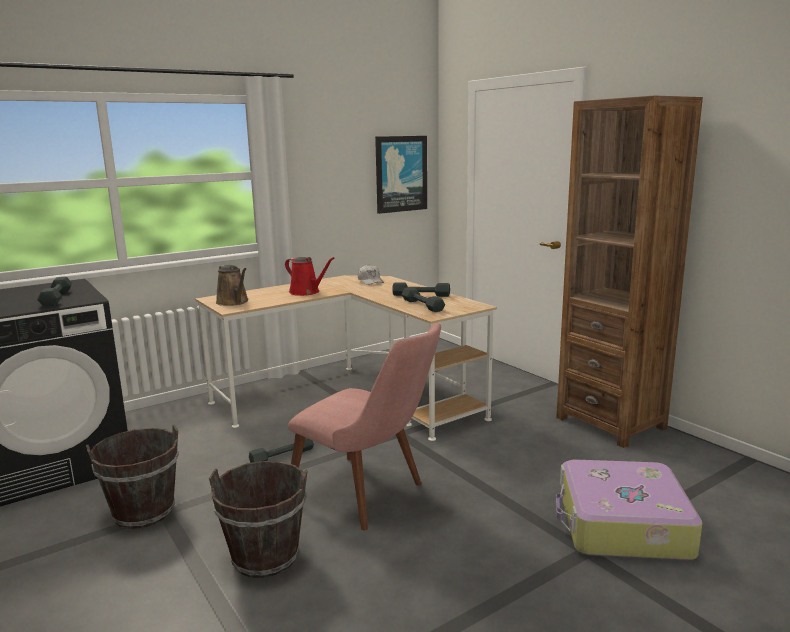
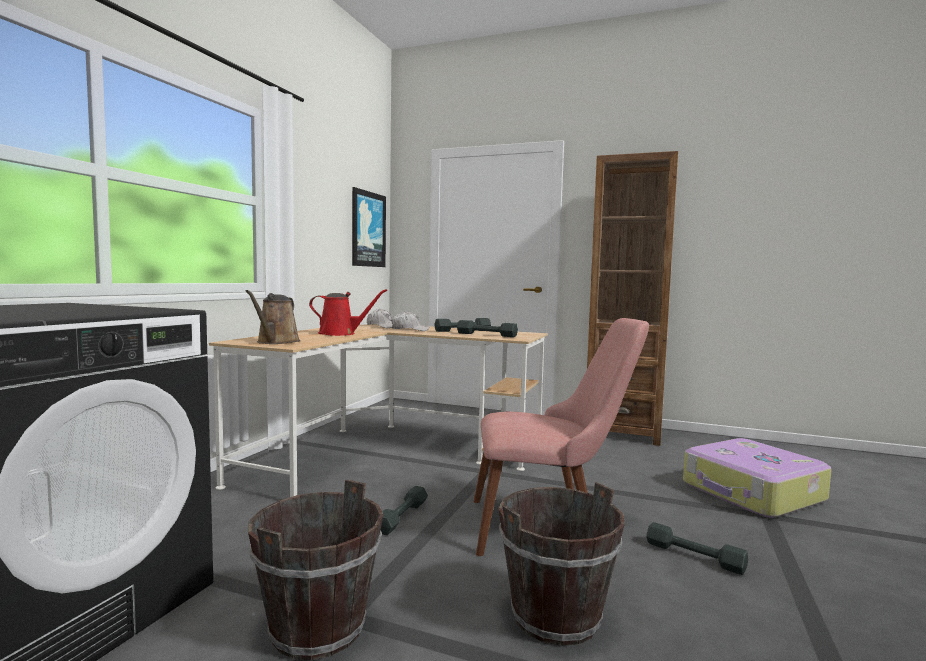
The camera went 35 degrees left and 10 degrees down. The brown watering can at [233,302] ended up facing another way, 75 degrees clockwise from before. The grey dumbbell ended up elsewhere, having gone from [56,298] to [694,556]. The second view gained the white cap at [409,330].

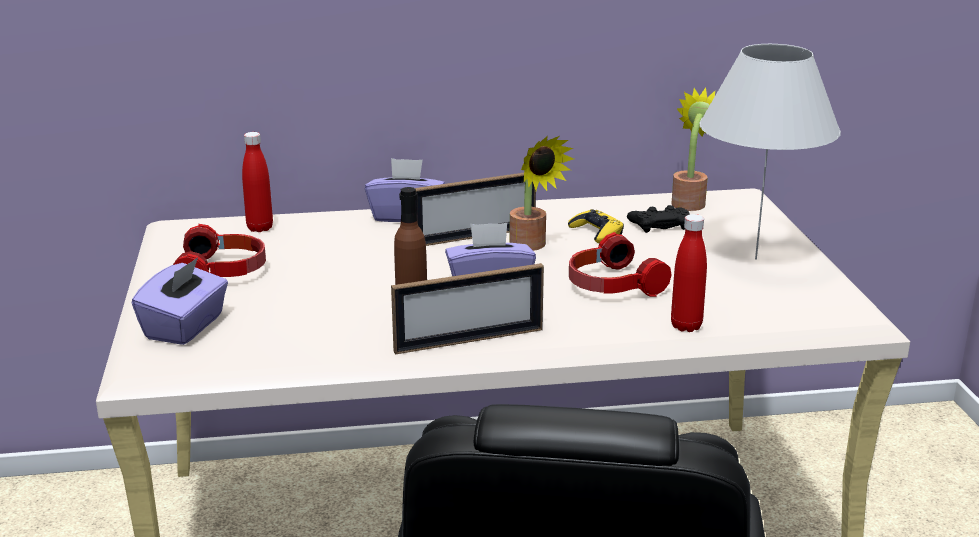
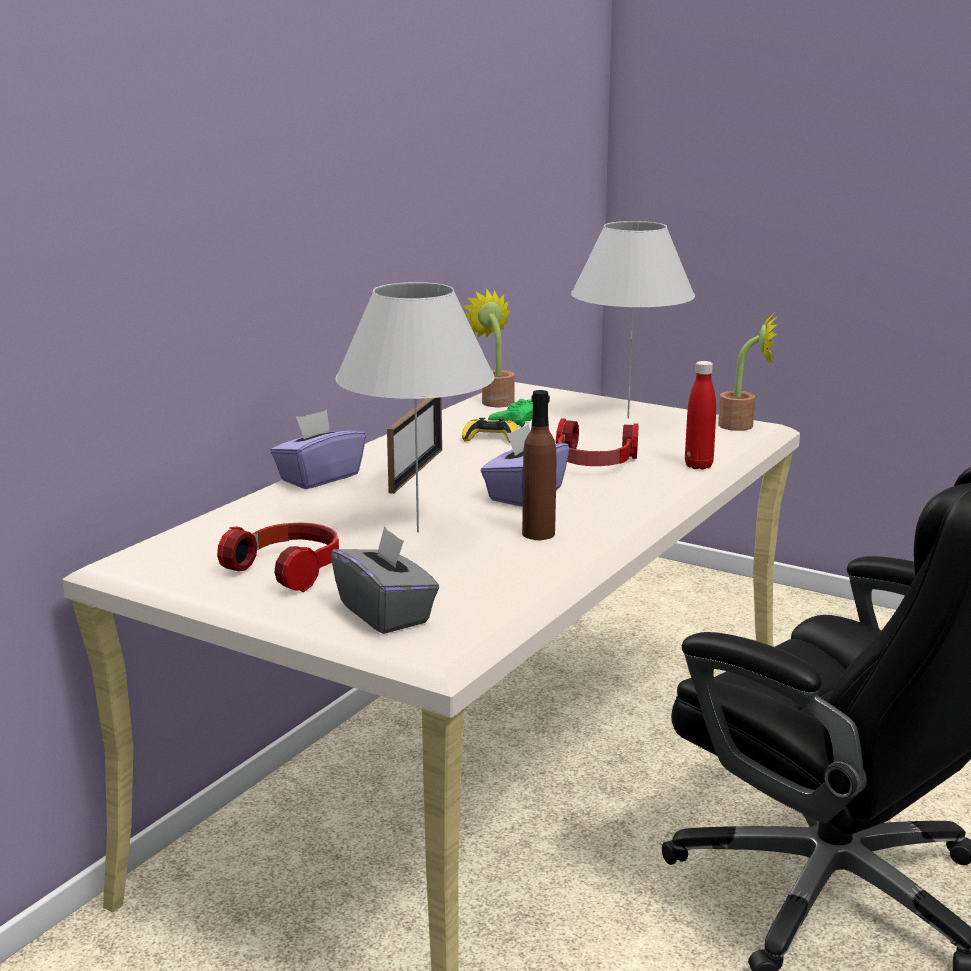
The camera went 50 degrees left and 5 degrees down. The second view lost the red bottle at [260,228]. The potted plant ended up elsewhere, having gone from [532,246] to [743,426]. What was the black game controller at [659,224] turned into the green game controller at [516,420]. What was the purple tissue box at [185,327] turned into the grey tissue box at [386,613]. The second view lost the picture frame at [469,340]. The second view gained the white table lamp at [417,531].

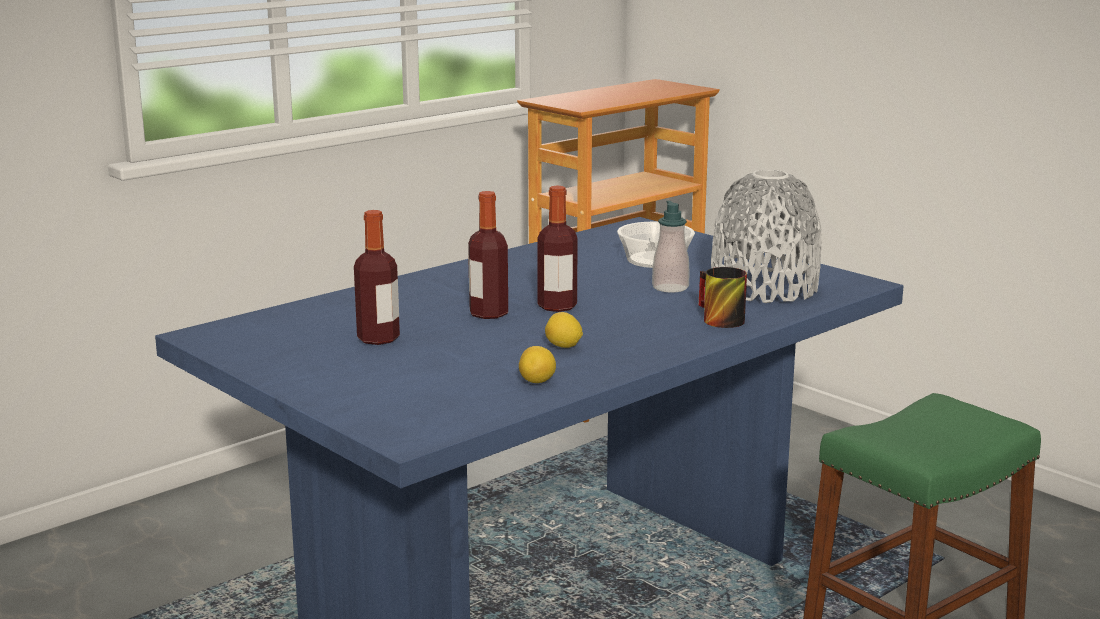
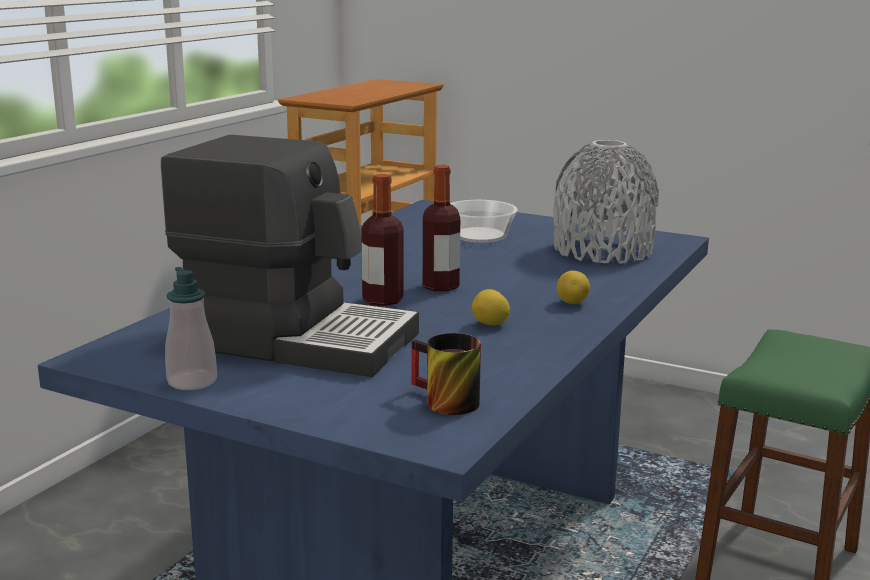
The camera went 20 degrees left and 0 degrees up. The soap dispenser ended up elsewhere, having gone from [670,287] to [192,382]. Where the bottle stood at [378,339], the coffee machine came to stand at [297,338]. The mug ended up elsewhere, having gone from [716,319] to [442,402]. The lemon ended up elsewhere, having gone from [537,382] to [572,303].

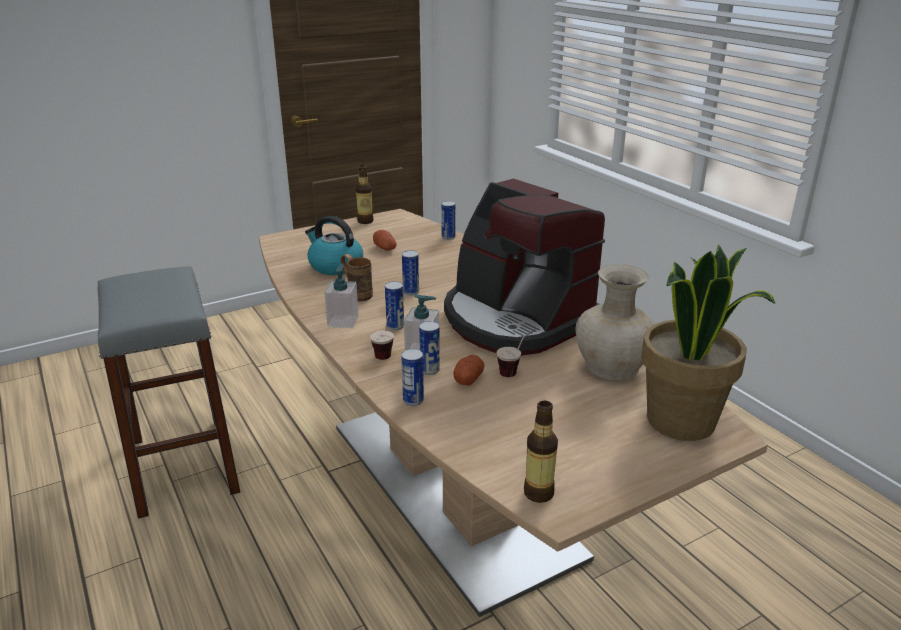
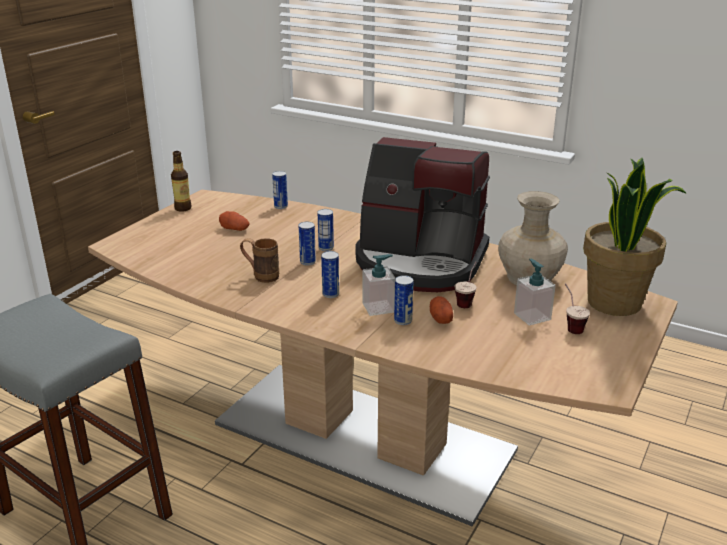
The camera went 30 degrees left and 0 degrees up. The second view lost the kettle at [335,266]. The soap dispenser ended up elsewhere, having gone from [343,321] to [532,316]. The cup ended up elsewhere, having gone from [386,351] to [570,326]. The can ended up elsewhere, having gone from [413,400] to [326,248]. The second view lost the bottle at [538,493].

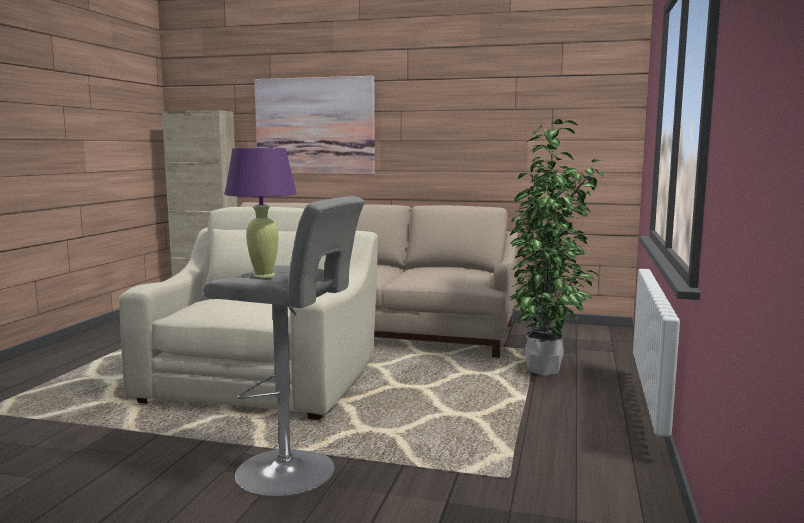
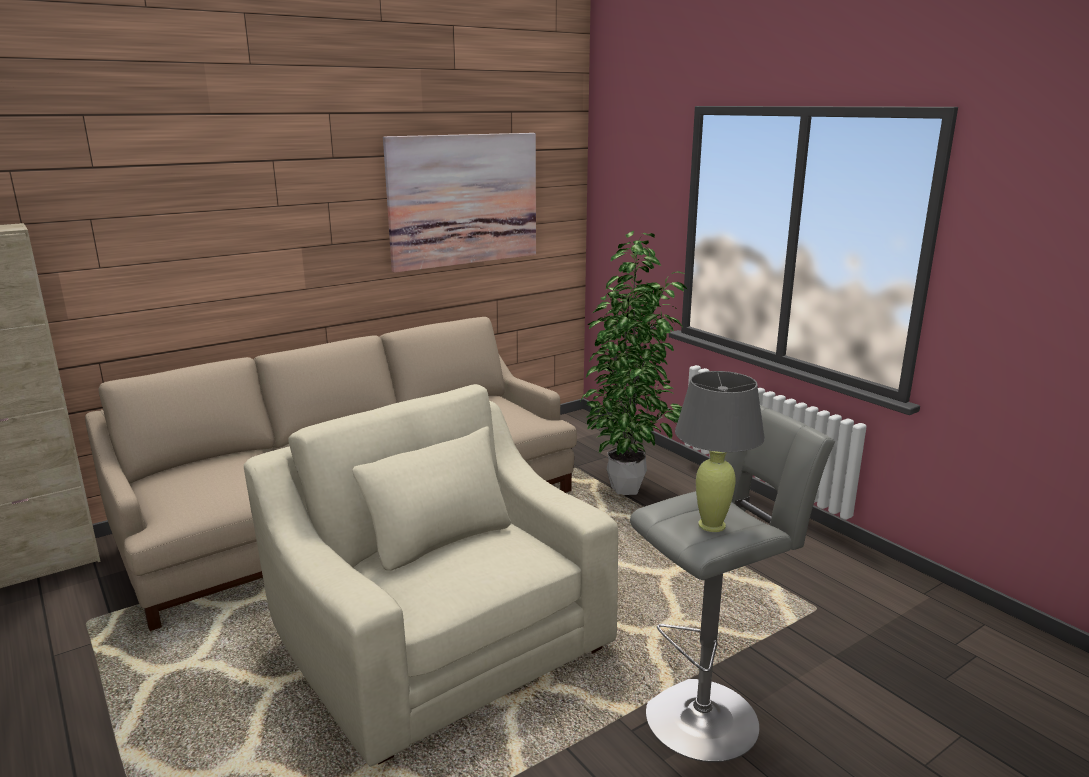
The camera went 50 degrees left and 10 degrees up. The picture ended up elsewhere, having gone from [315,126] to [464,200]. What was the purple table lamp at [263,276] turned into the grey table lamp at [712,525].

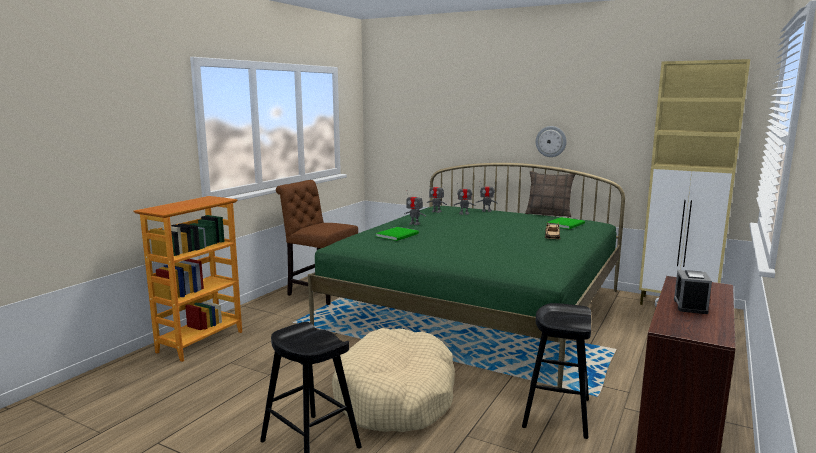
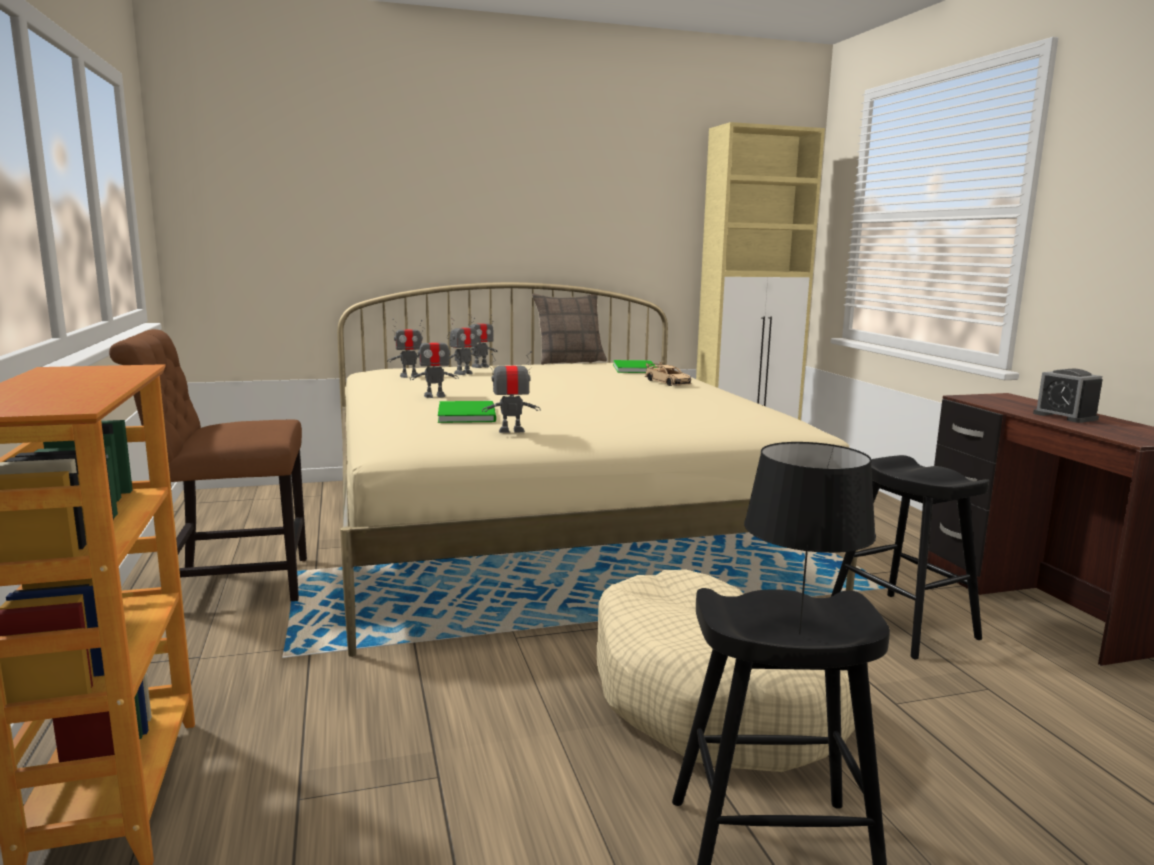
The camera went 45 degrees left and 0 degrees up. The second view lost the wall clock at [551,141]. What was the green bed at [477,308] turned into the beige bed at [553,529]. The second view gained the toy robot at [511,431]. The second view gained the black table lamp at [798,635].

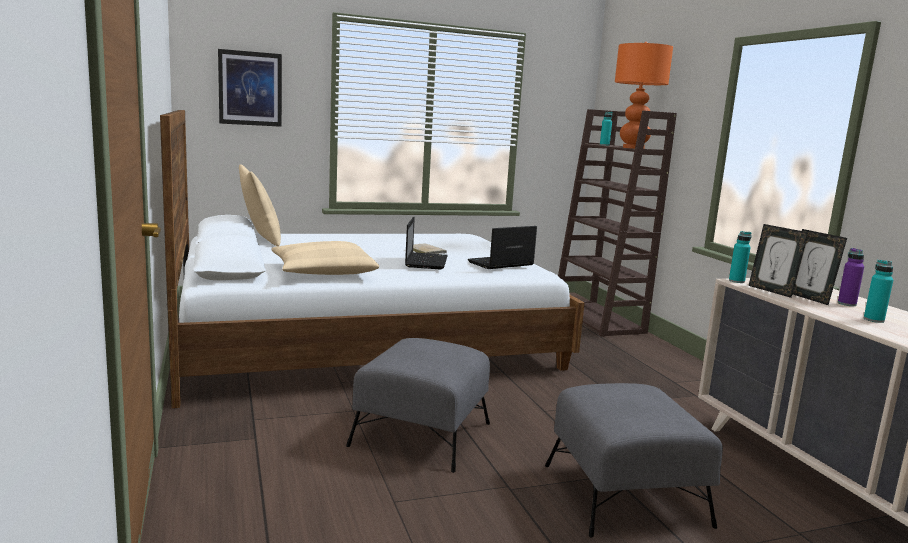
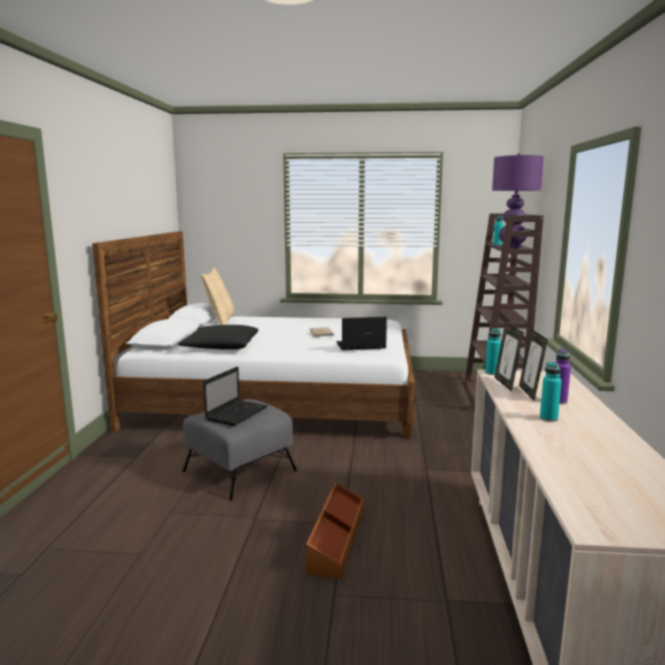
The camera went 25 degrees right and 0 degrees up. What was the orange table lamp at [633,148] turned into the purple table lamp at [512,247]. The second view lost the picture at [250,88]. The laptop ended up elsewhere, having gone from [426,261] to [237,413]. What was the beige pillow at [323,271] turned into the black pillow at [220,346]. Where the grey ottoman stood at [625,493], the brown storage box came to stand at [335,539].

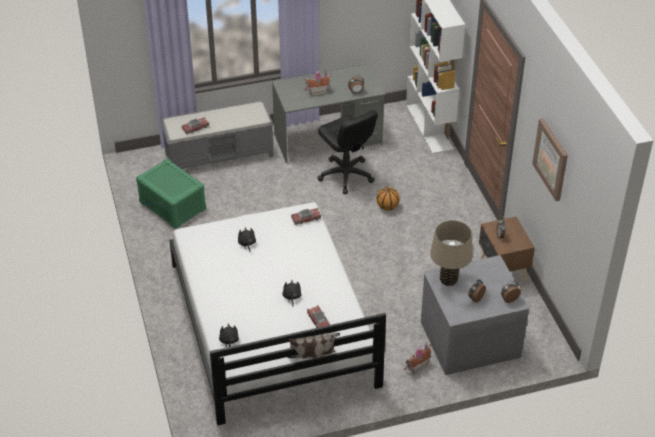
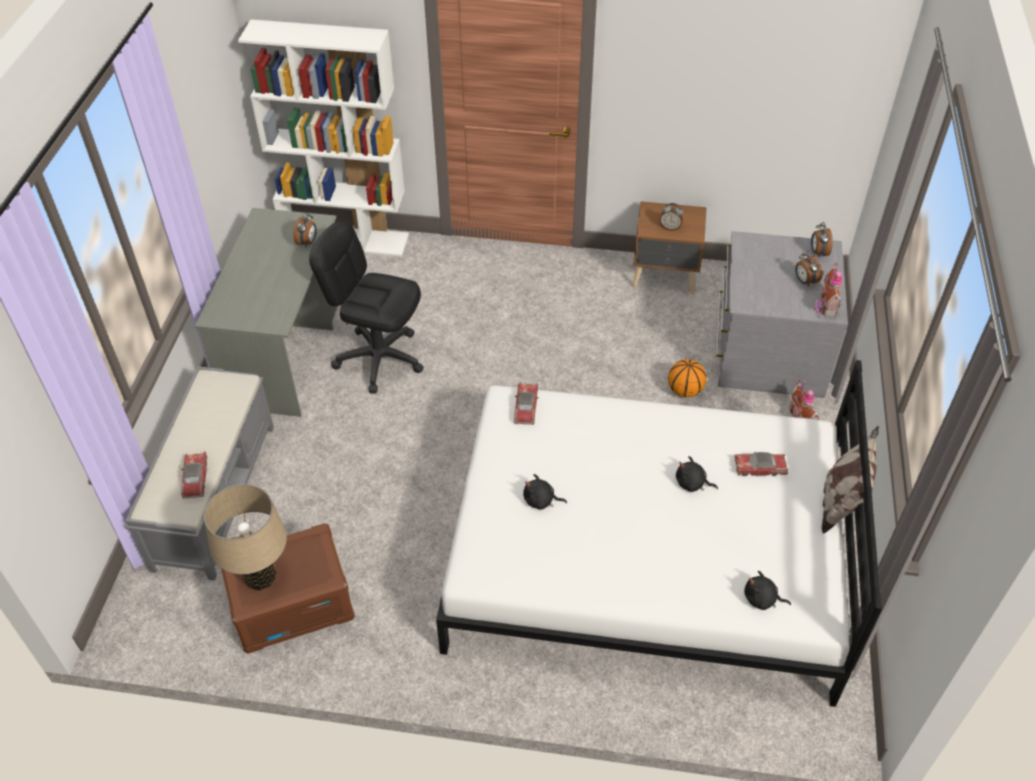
The camera went 65 degrees left and 5 degrees up. The toy house ended up elsewhere, having gone from [317,91] to [825,306]. The black office chair at [346,175] ended up facing another way, 150 degrees counterclockwise from before. The second view lost the picture at [551,159]. What was the green storage box at [173,206] turned into the brown storage box at [292,604]. The basketball ended up elsewhere, having gone from [387,207] to [685,391]. The beige table lamp ended up elsewhere, having gone from [448,280] to [260,578].

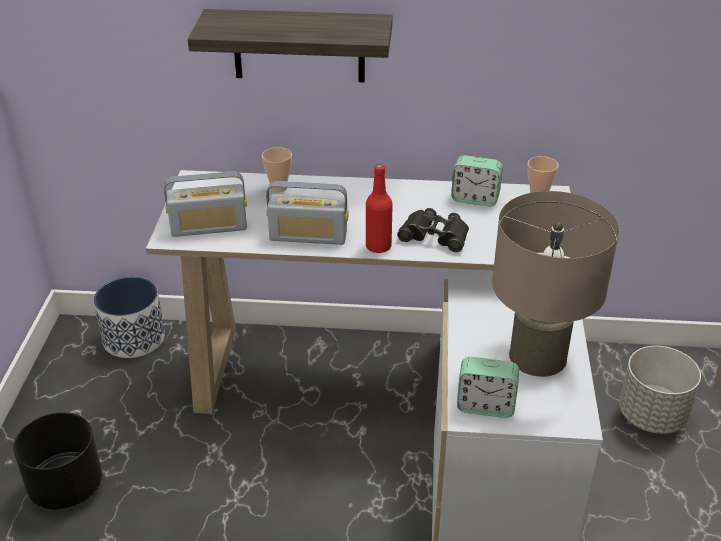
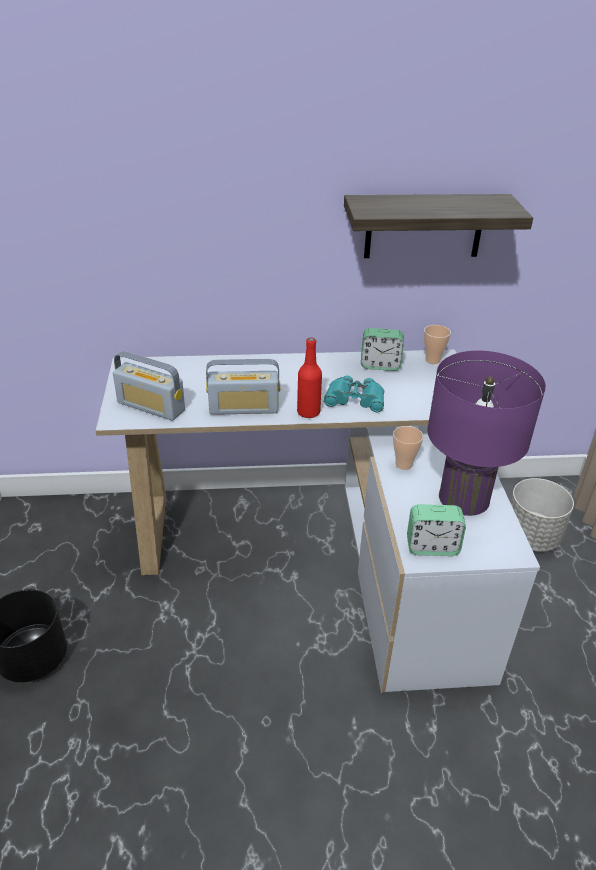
The camera went 10 degrees left and 0 degrees up. The shelf ended up elsewhere, having gone from [299,46] to [424,226]. The cup ended up elsewhere, having gone from [278,187] to [403,464]. The radio at [209,227] ended up facing another way, 45 degrees clockwise from before. What was the beige table lamp at [537,356] turned into the purple table lamp at [464,498]. What was the black binoculars at [434,235] turned into the turquoise binoculars at [355,399]. The second view lost the planter at [134,338].

